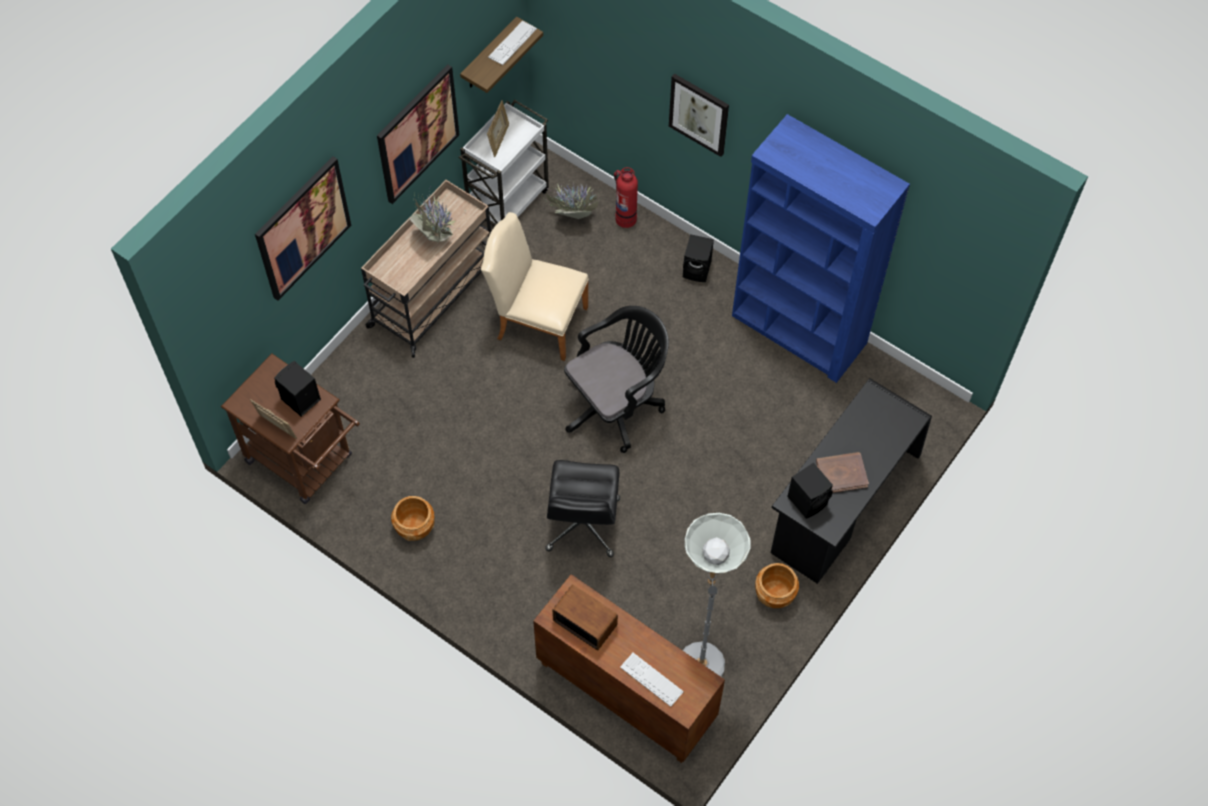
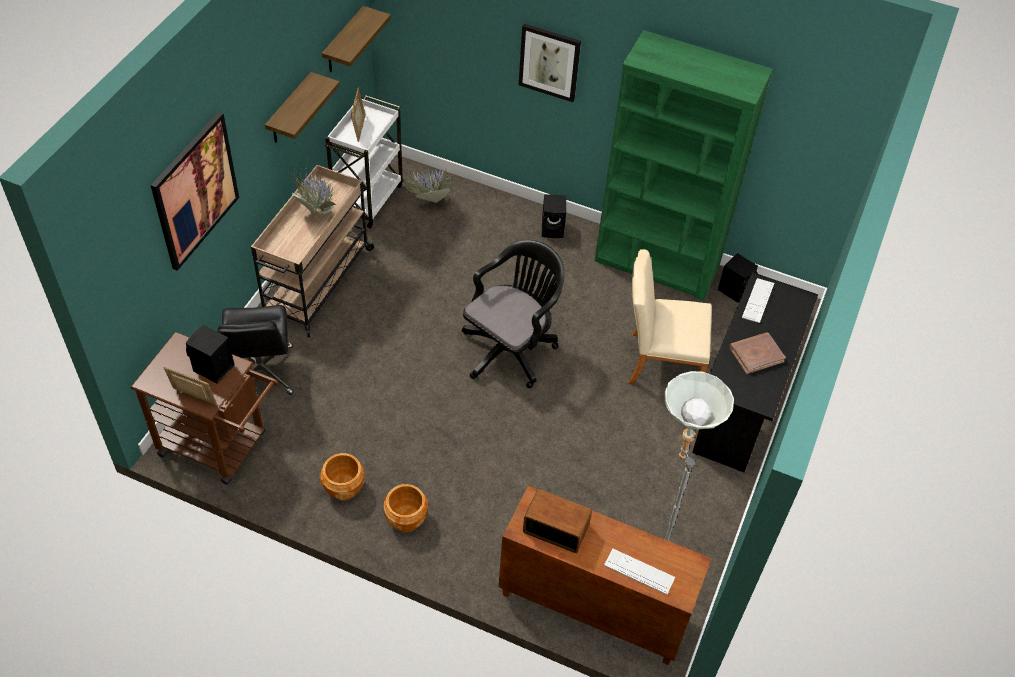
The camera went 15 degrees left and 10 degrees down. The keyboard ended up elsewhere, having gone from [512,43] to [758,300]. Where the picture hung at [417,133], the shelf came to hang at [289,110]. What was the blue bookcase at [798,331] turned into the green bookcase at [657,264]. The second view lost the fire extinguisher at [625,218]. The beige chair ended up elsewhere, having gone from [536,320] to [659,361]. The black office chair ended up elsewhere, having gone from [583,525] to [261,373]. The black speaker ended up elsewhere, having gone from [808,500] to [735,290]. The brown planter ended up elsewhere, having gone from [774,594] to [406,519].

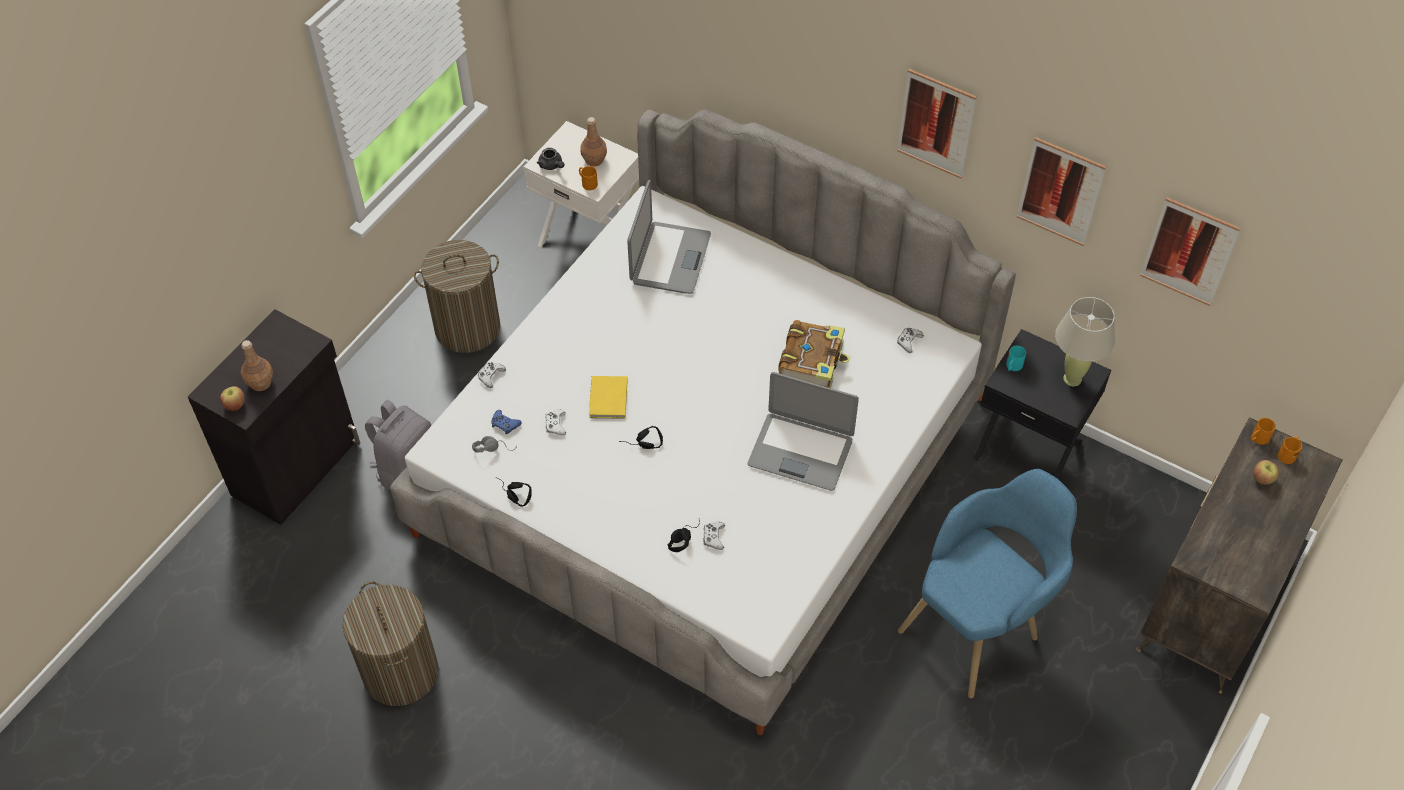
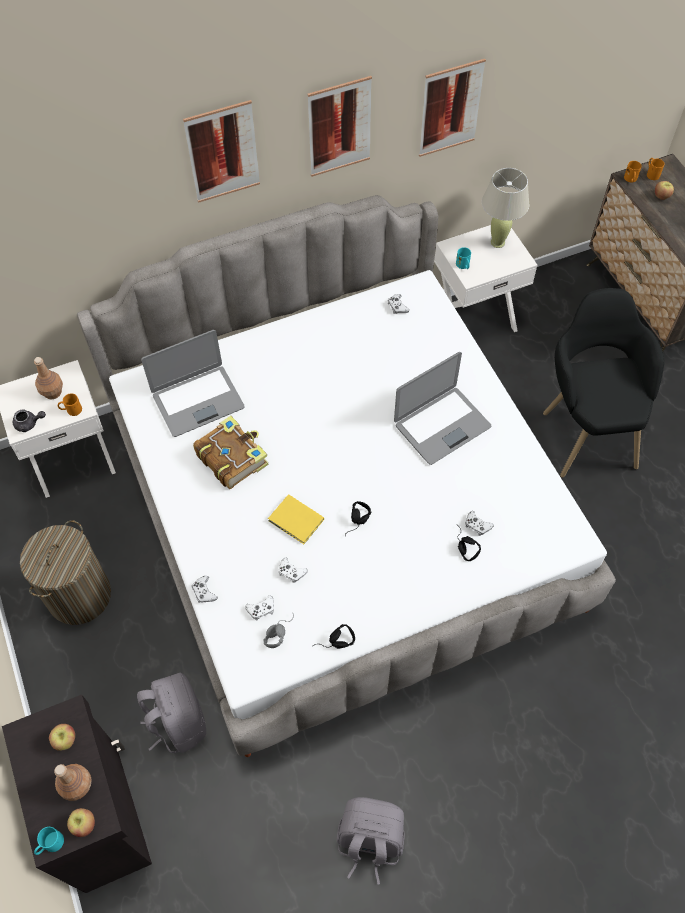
The camera went 55 degrees left and 5 degrees up. The laptop at [669,258] ended up facing another way, 105 degrees clockwise from before. The picture ended up elsewhere, having gone from [1189,251] to [223,152]. The book ended up elsewhere, having gone from [812,361] to [232,457]. What was the black nightstand at [1028,448] turned into the white nightstand at [474,318]. What was the blue game controller at [505,424] turned into the white game controller at [261,609]. What was the blue armchair at [980,624] turned into the black armchair at [586,428]. Where the laundry basket stood at [400,672], the grey backpack came to stand at [369,842]. The second view gained the apple at [65,740]. The second view gained the turquoise mug at [50,845].

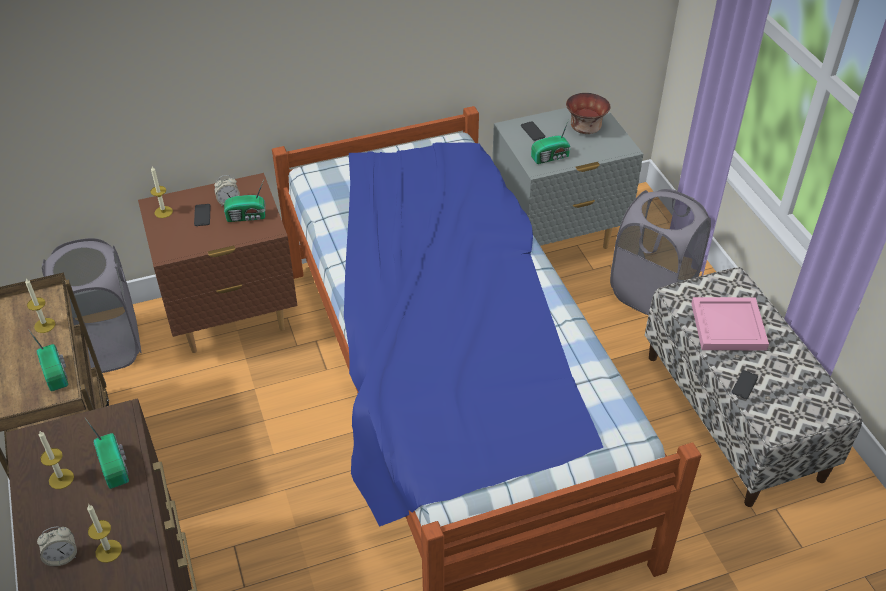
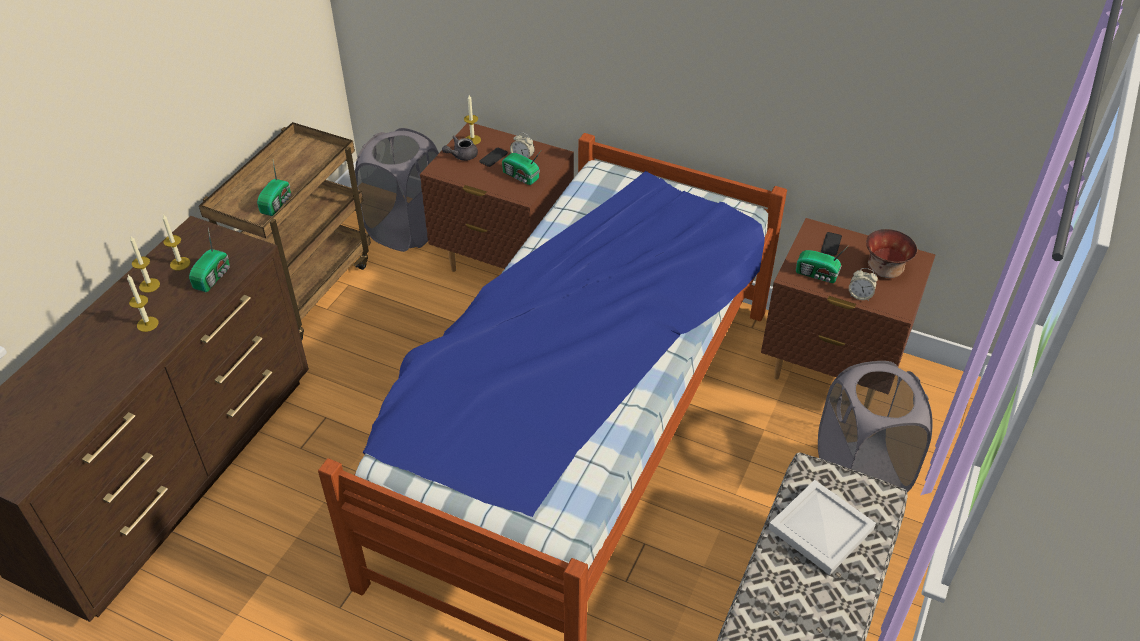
The camera went 45 degrees right and 0 degrees up. What was the grey nightstand at [556,238] turned into the brown nightstand at [829,371]. The candle ended up elsewhere, having gone from [44,325] to [149,285]. What was the pink tray at [729,325] turned into the white tray at [822,529]. The second view lost the phone at [744,385]. The alarm clock ended up elsewhere, having gone from [62,556] to [860,295]. The second view gained the grey teapot at [461,156].

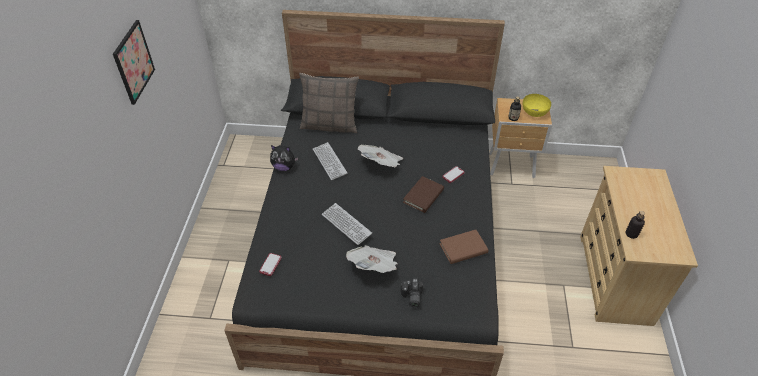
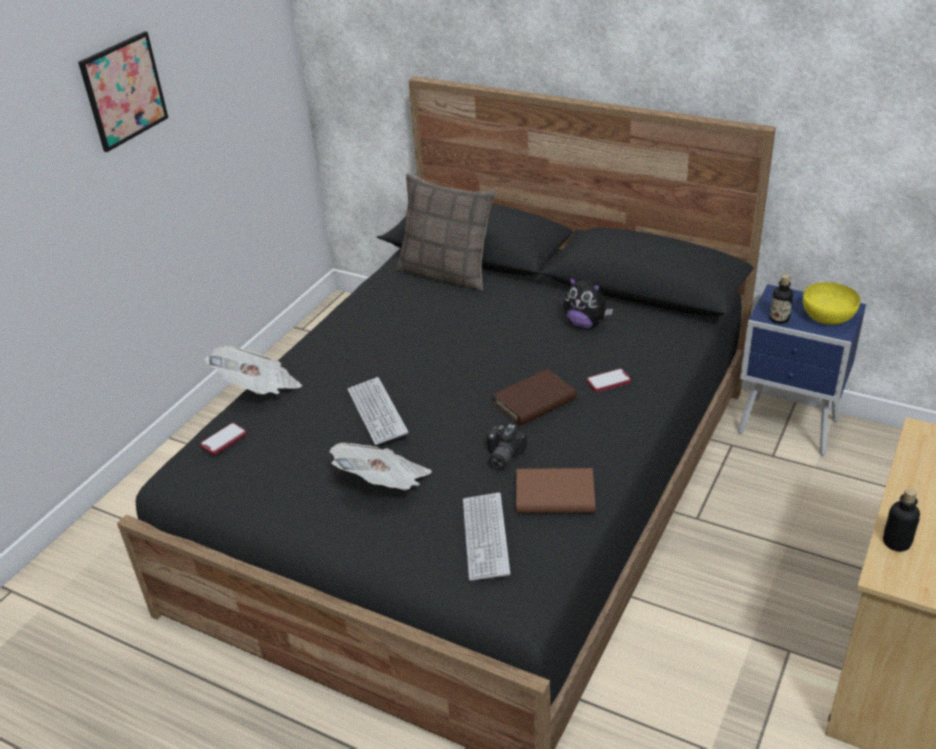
The camera went 25 degrees right and 10 degrees down. What was the brown nightstand at [512,166] turned into the blue nightstand at [789,428]. The keyboard ended up elsewhere, having gone from [329,161] to [485,537]. The plush toy ended up elsewhere, having gone from [284,167] to [585,324]. The newspaper ended up elsewhere, having gone from [381,164] to [258,389]. The photo camera ended up elsewhere, having gone from [411,297] to [501,456].

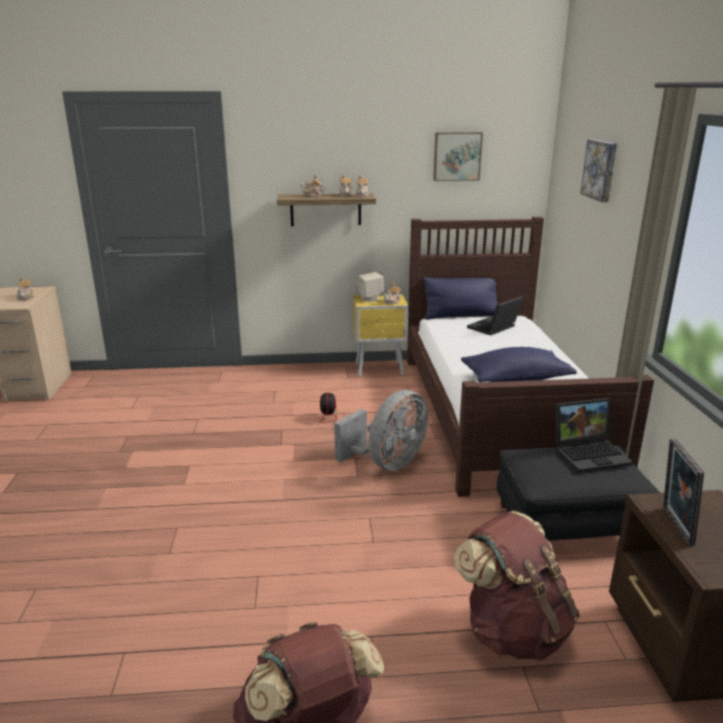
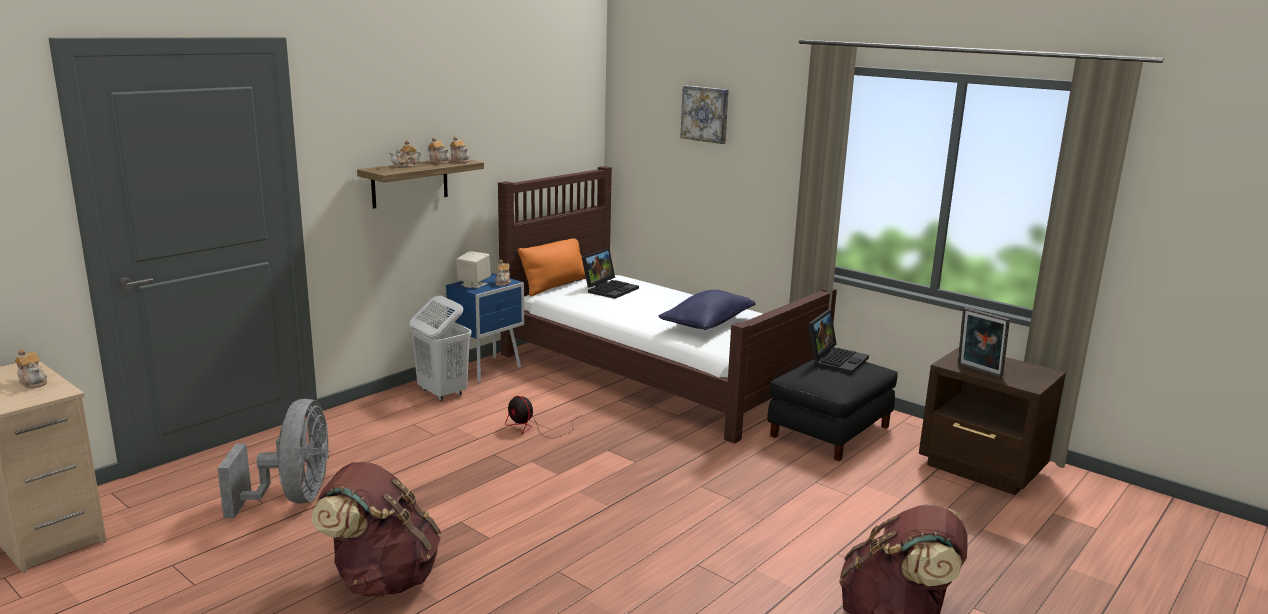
The camera went 45 degrees left and 5 degrees down. The second view lost the picture at [457,156]. What was the blue pillow at [461,315] turned into the orange pillow at [555,285]. What was the yellow nightstand at [380,370] turned into the blue nightstand at [489,369]. The laptop at [494,328] ended up facing another way, 150 degrees counterclockwise from before. The grey fan ended up elsewhere, having gone from [388,463] to [293,498]. The brown backpack ended up elsewhere, having gone from [513,630] to [382,579]. The second view gained the white laundry basket at [442,393].

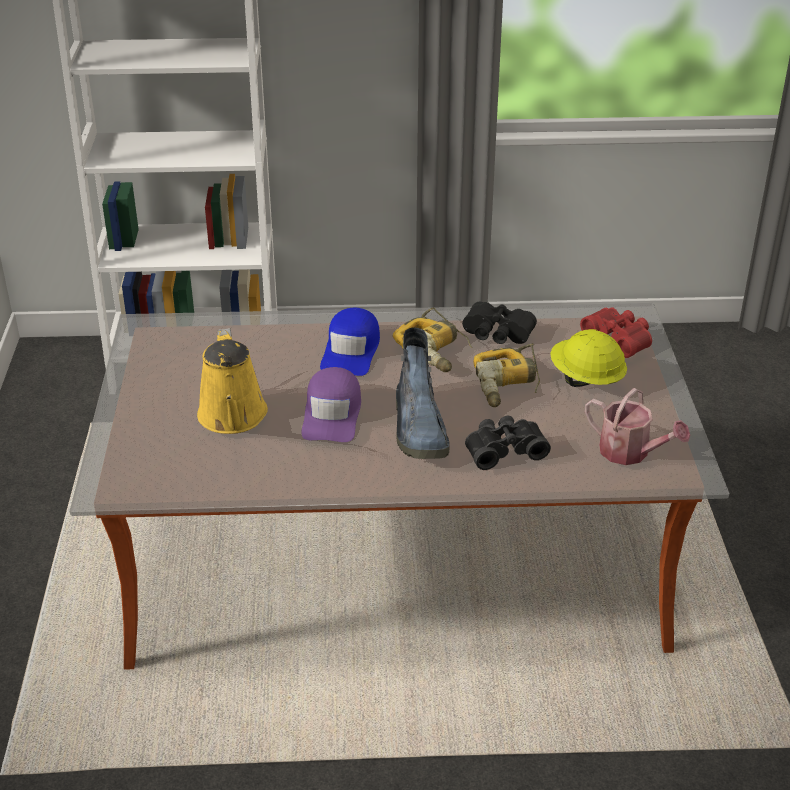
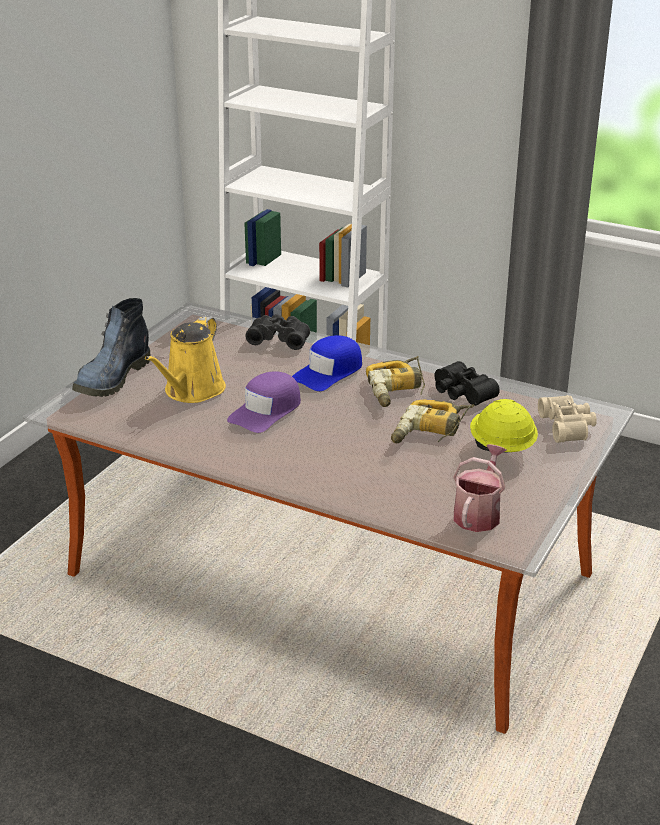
The camera went 30 degrees right and 5 degrees down. What was the red binoculars at [619,338] turned into the beige binoculars at [568,426]. The boot ended up elsewhere, having gone from [420,430] to [112,379]. The watering can at [630,453] ended up facing another way, 135 degrees counterclockwise from before. The black binoculars ended up elsewhere, having gone from [504,449] to [279,338].

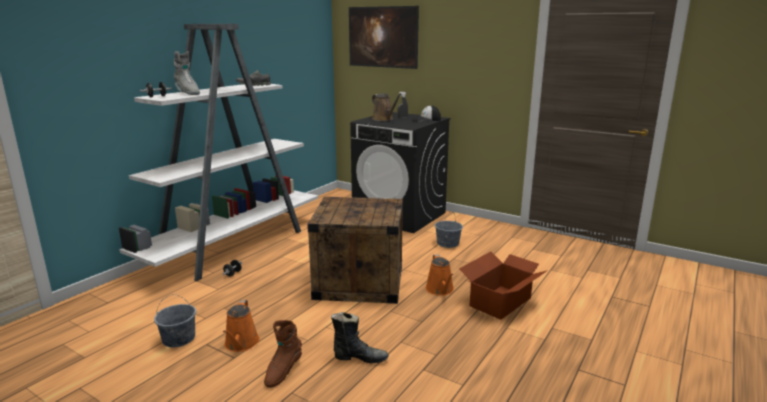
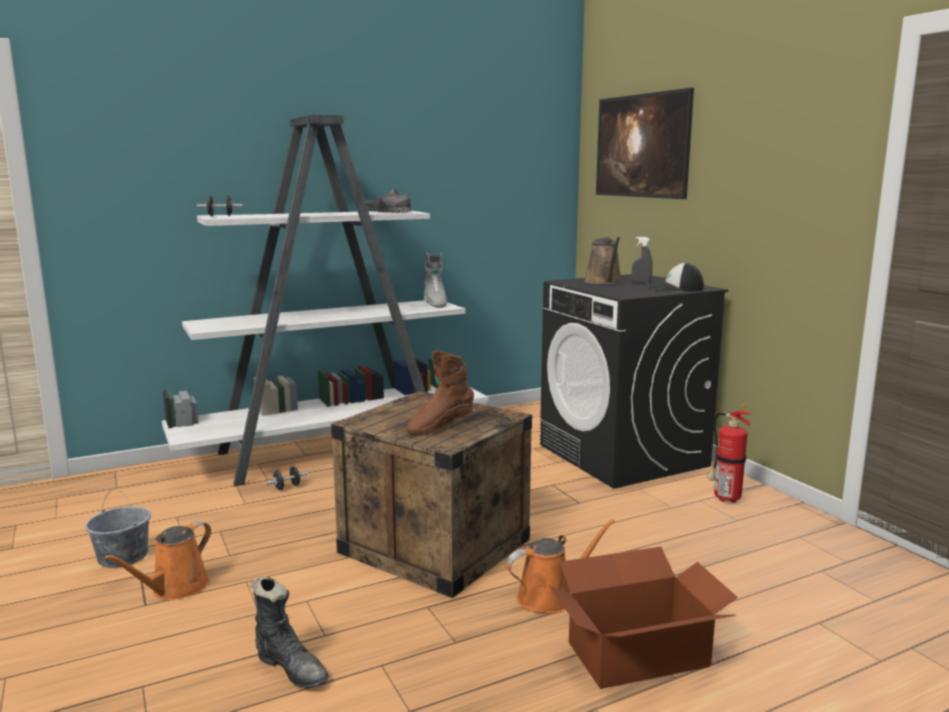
The camera went 30 degrees right and 5 degrees down. The grey boot ended up elsewhere, having gone from [187,93] to [434,304]. The second view lost the grey bucket at [448,243]. The orange watering can at [440,290] ended up facing another way, 135 degrees counterclockwise from before. The brown boot ended up elsewhere, having gone from [283,371] to [440,426]. The second view gained the fire extinguisher at [724,498].

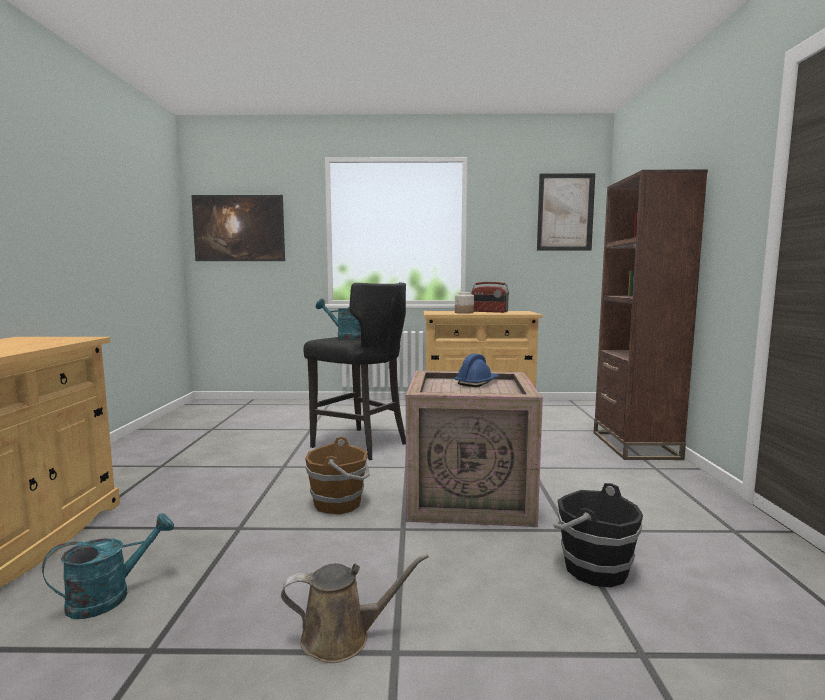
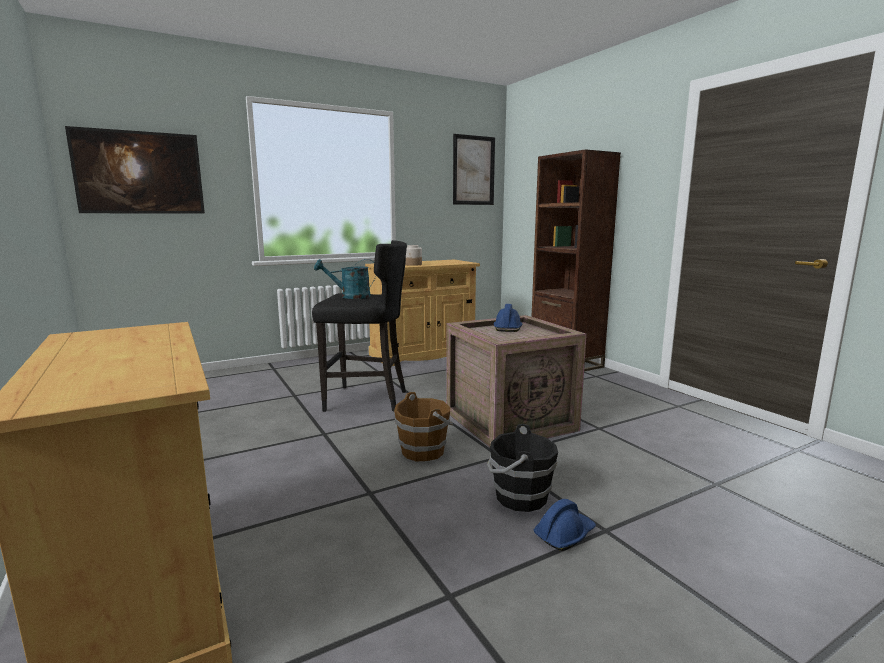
The camera went 30 degrees left and 5 degrees up. The second view lost the radio at [489,312]. The black bucket ended up elsewhere, having gone from [593,568] to [519,497]. The second view lost the turquoise watering can at [110,596]. Where the brown watering can stood at [342,637], the blue hard hat came to stand at [564,534].

